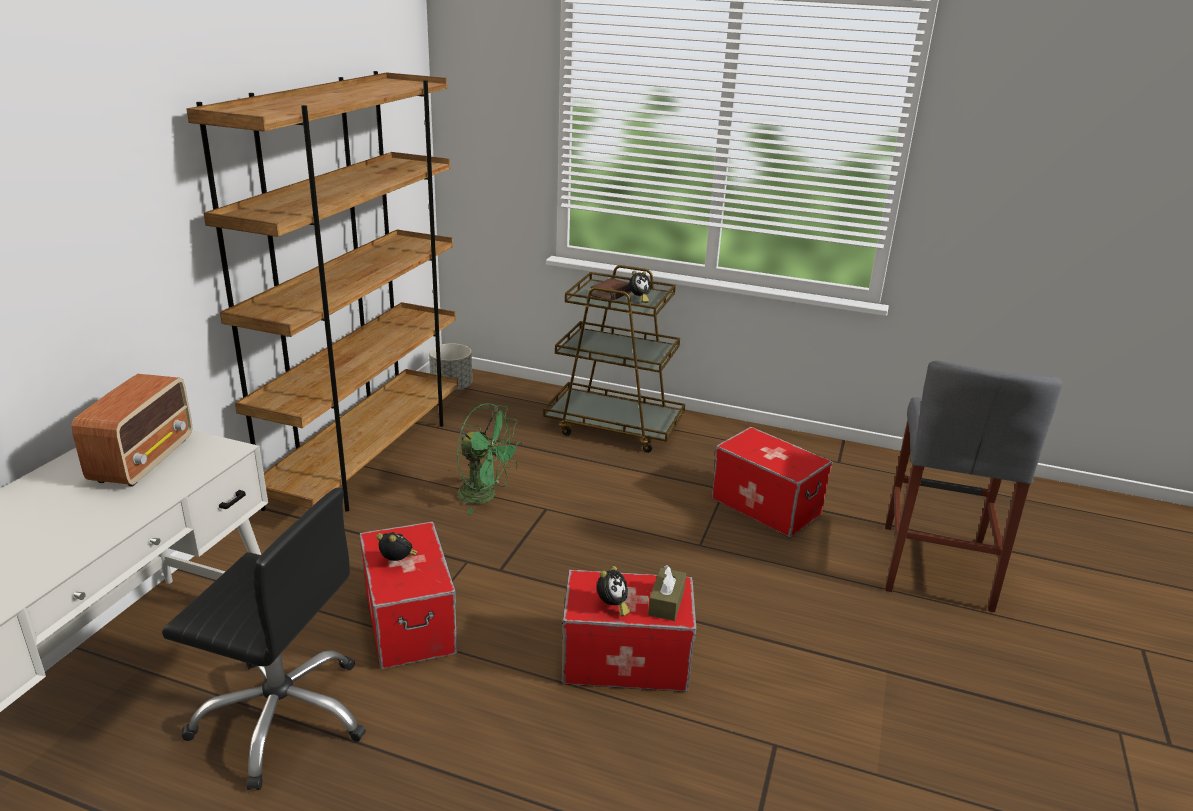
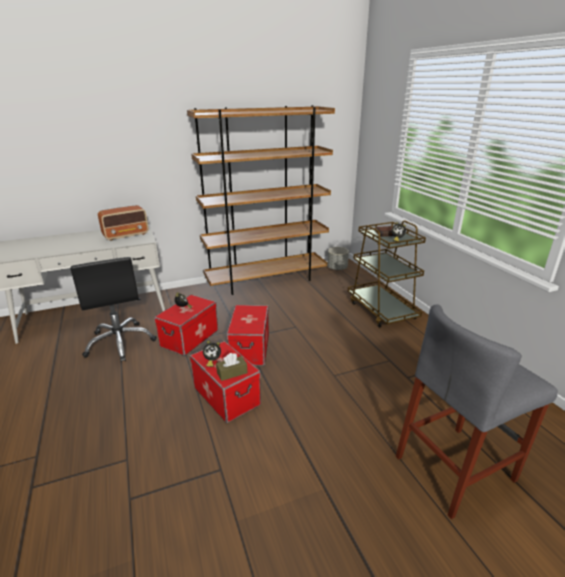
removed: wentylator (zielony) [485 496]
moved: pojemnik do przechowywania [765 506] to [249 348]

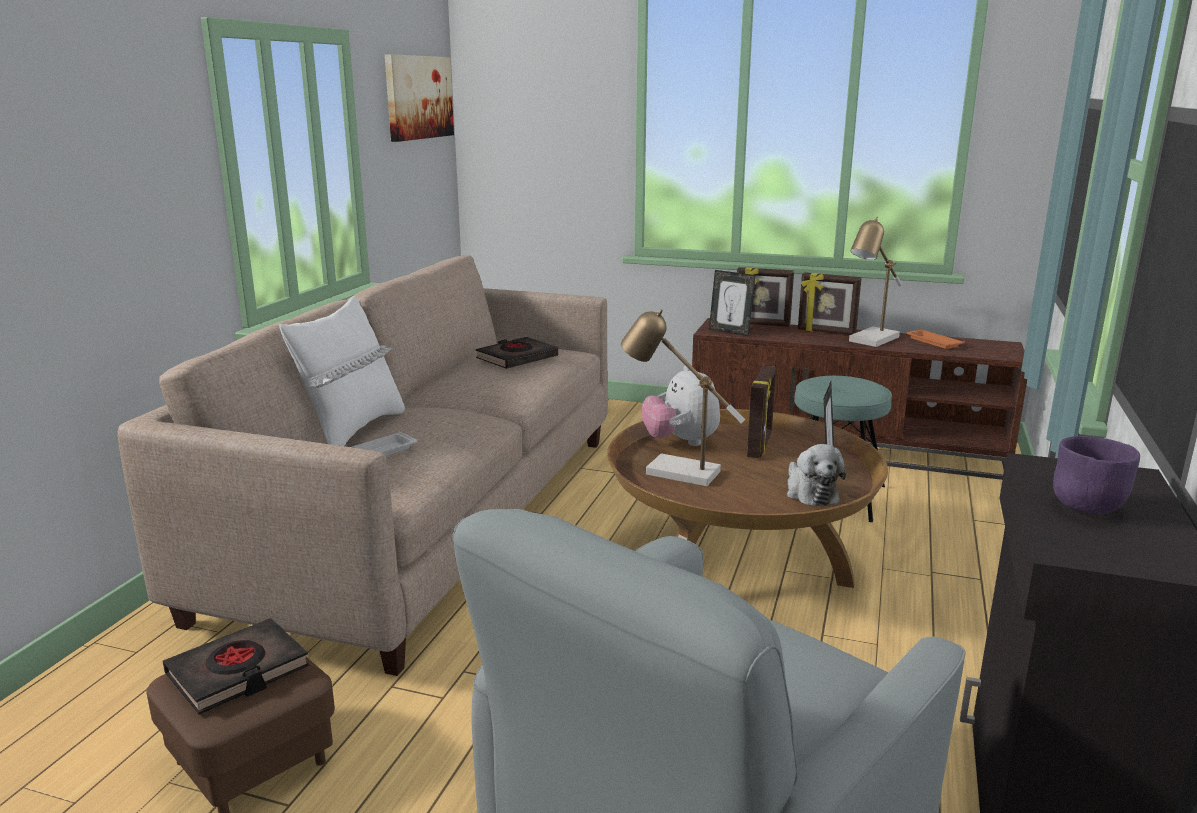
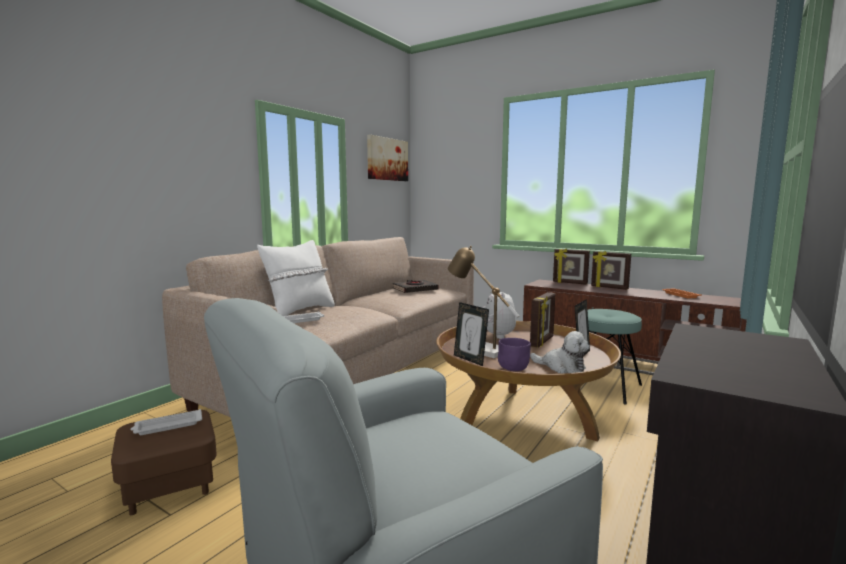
removed: lampa stołowa [871 341]
moved: ramka na zdjęcie [730 332] to [470 359]; miska (fioletowy) [1088 508] to [513 369]
replaced: książka (czarny) [238 672] to taca (biały) [167 426]
turned: pluszak [810 492] = [562 367] 60 degrees counterclockwise

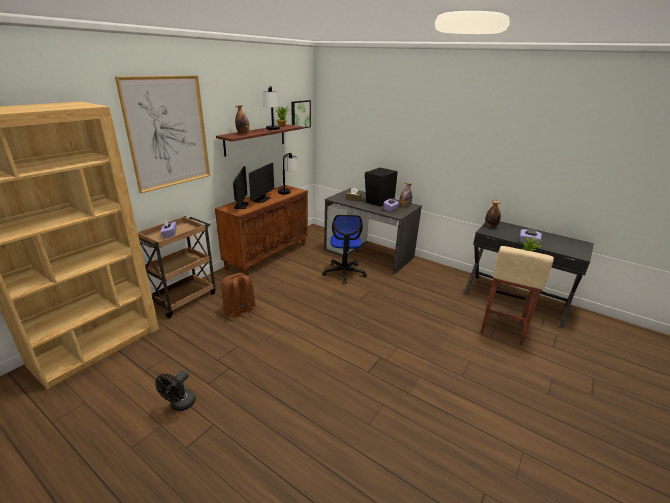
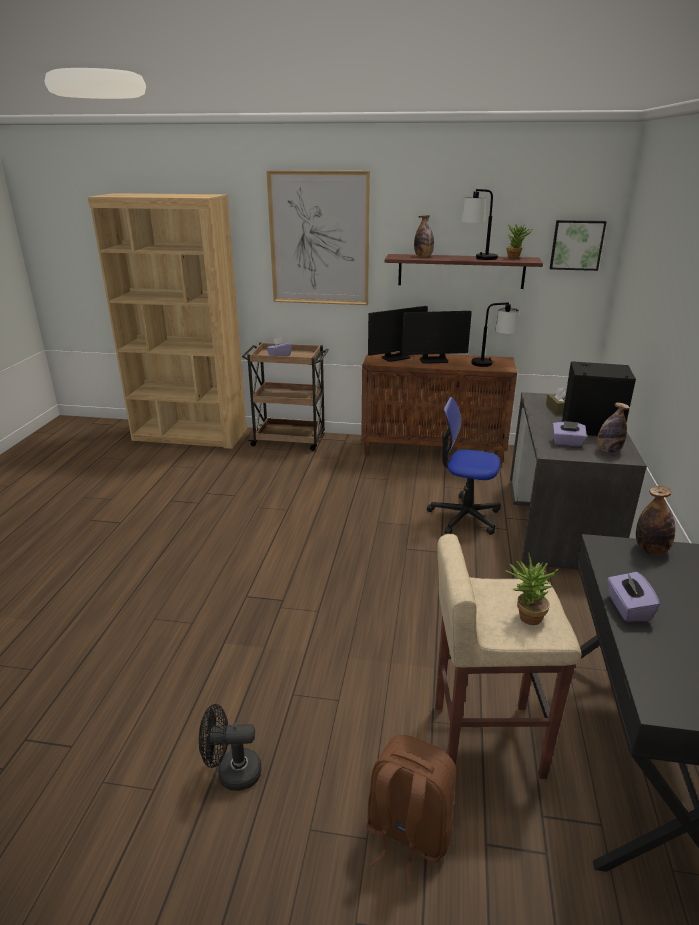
moved: wentylator (czarny) [180 405] to [232 773]; plecak (brązowy) [240 311] to [407 834]
turned: krzesło biurowe [344 273] = [464 516] 45 degrees clockwise

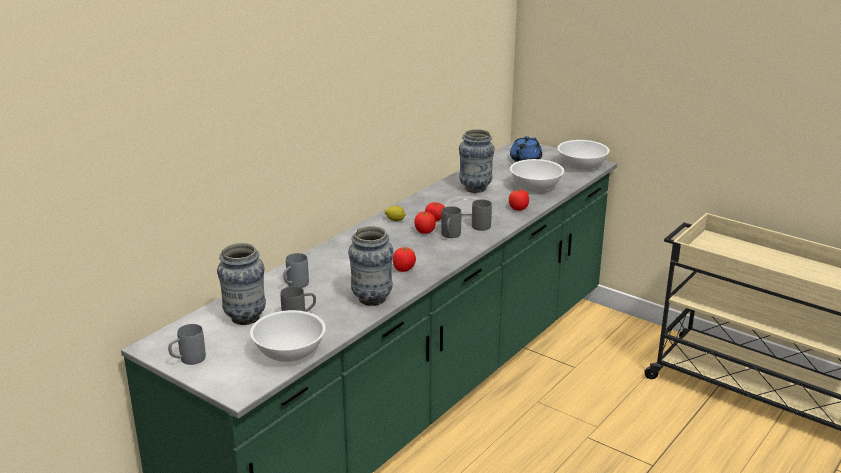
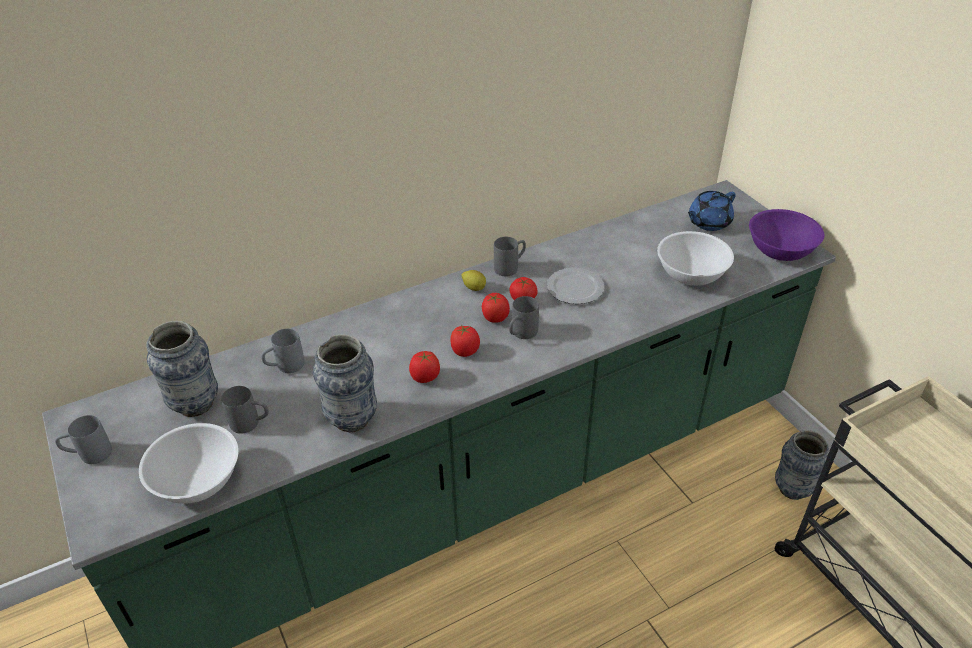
moved: wazon [475 188] to [792 489]; kubek (szary) [483 224] to [510 267]; pomidor [518 209] to [465 351]
recoloured: miska (biały) [582 166] to miska (fioletowy) [781 250]

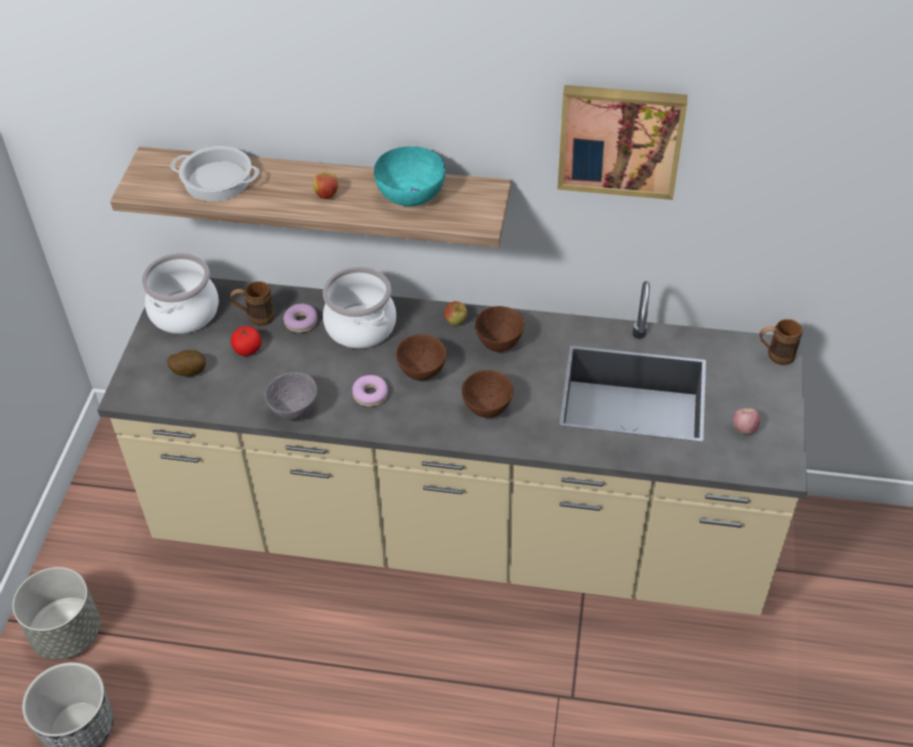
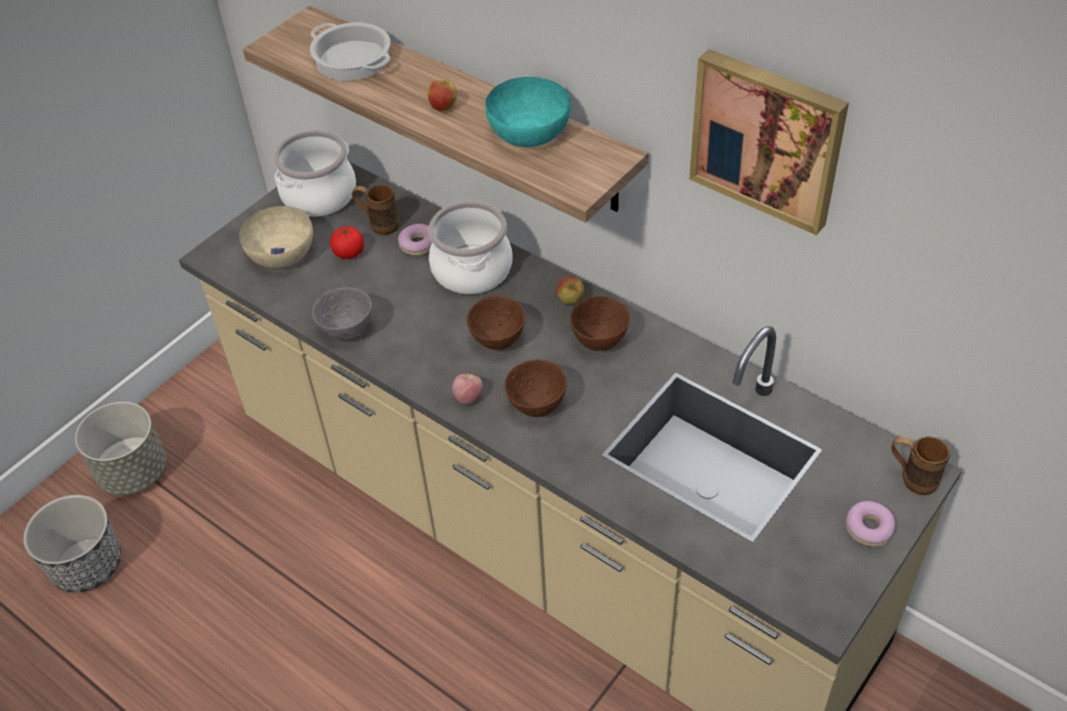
moved: donut [370 395] to [869 528]; jabłko [744 428] to [468 397]
replaced: ziemniak [189 371] to miska (beżowy) [282 254]

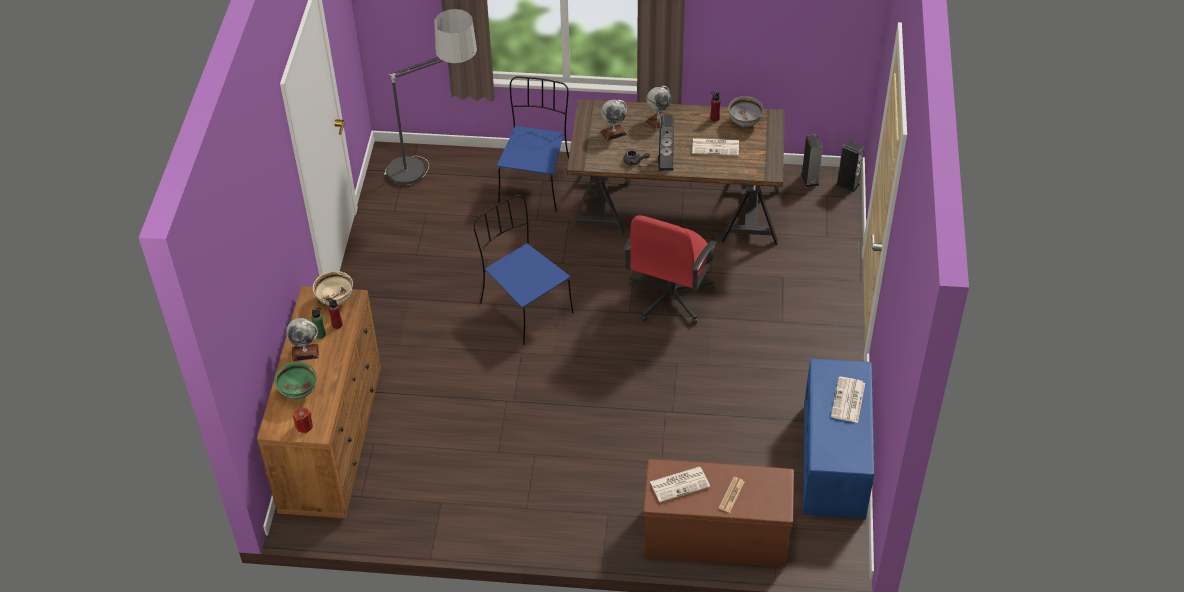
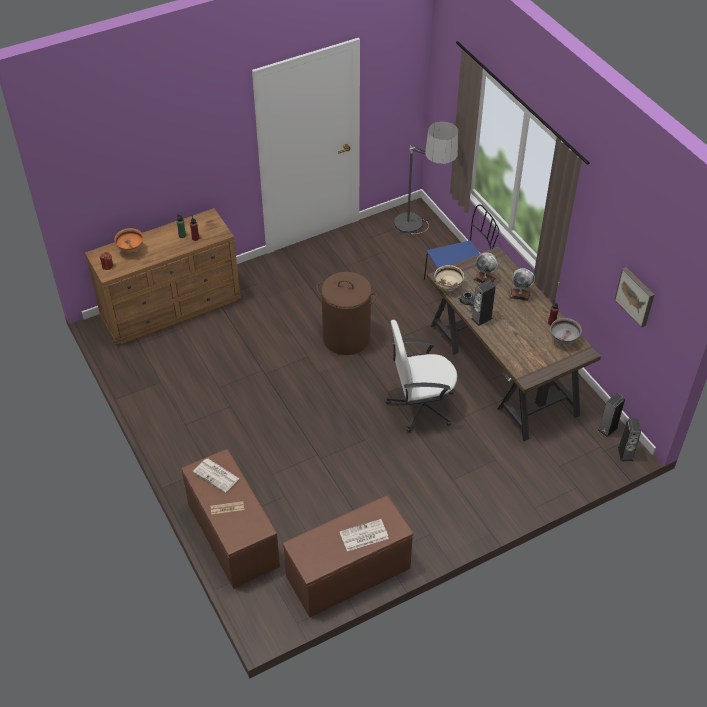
removed: globus [305 352]; gazeta [716 147]
added: obraz [636 296]
moved: miska (beżowy) [335 300] to [448 287]
replaced: krzesło (niebieski) [524 307] to kosz na pranie (brązowy) [346 338]
recoloured: miska (zielony) [298 392] to miska (pomarańczowy) [131 250]; krzesło biurowe (czerwony) [669 297] to krzesło biurowe (biały) [420 406]; ławka (niebieski) [835 461] to ławka (brązowy) [348 574]

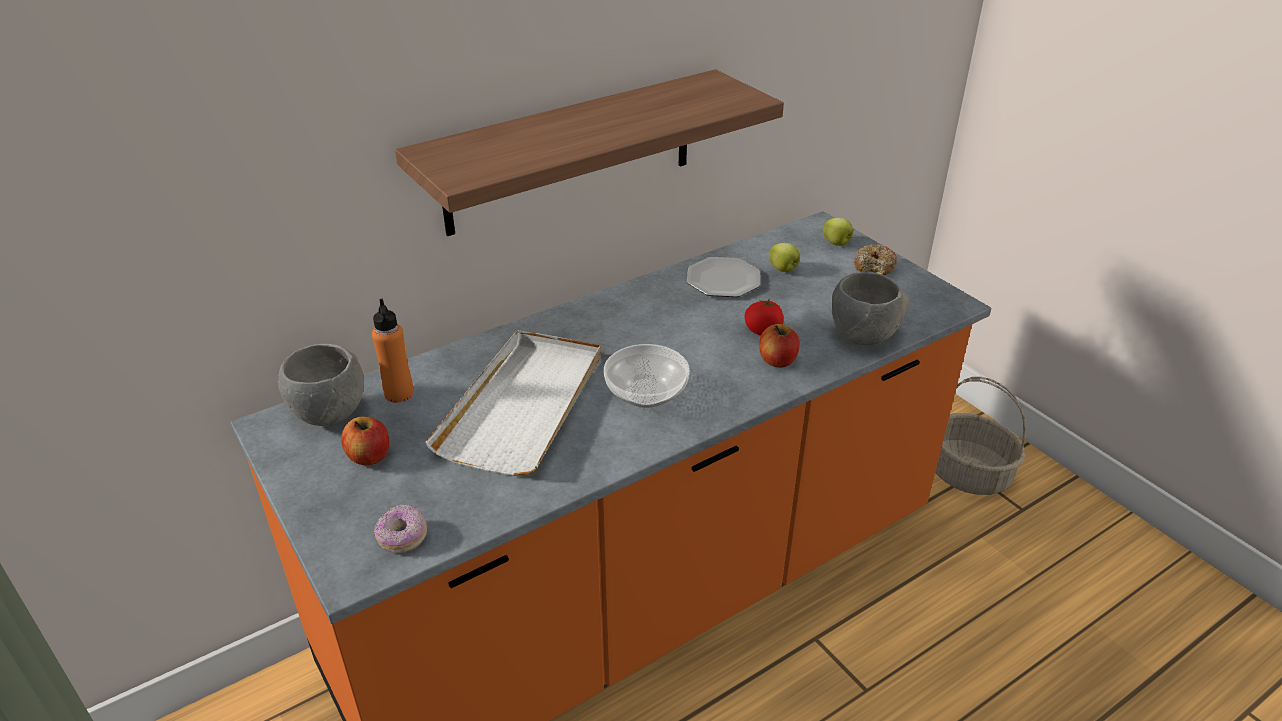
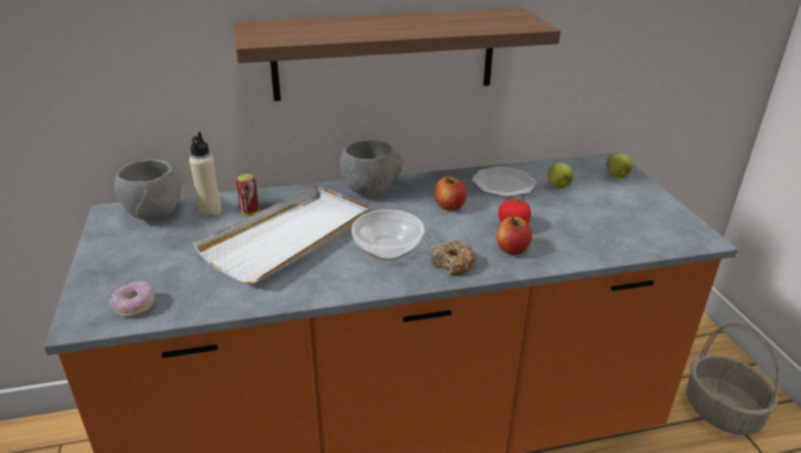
added: puszka [250 212]
moved: jabłko [369 456] to [449 206]; miska (szary) [864 337] to [370 191]; donut [874 266] to [453 264]
recoloured: butelka (pomarańczowy) [399 393] to butelka (beżowy) [210 211]

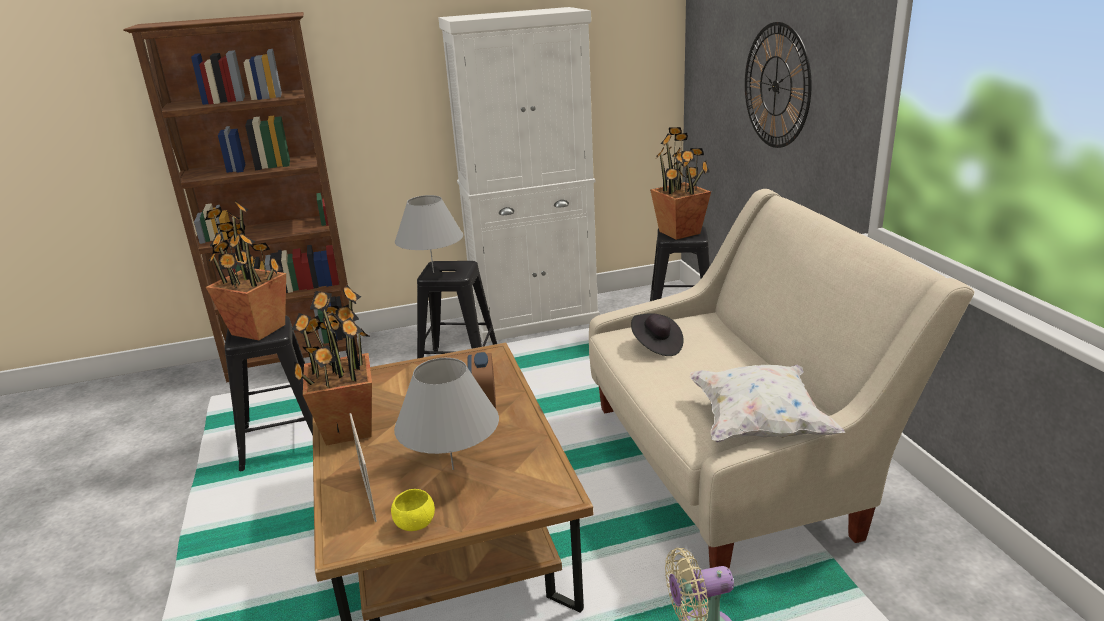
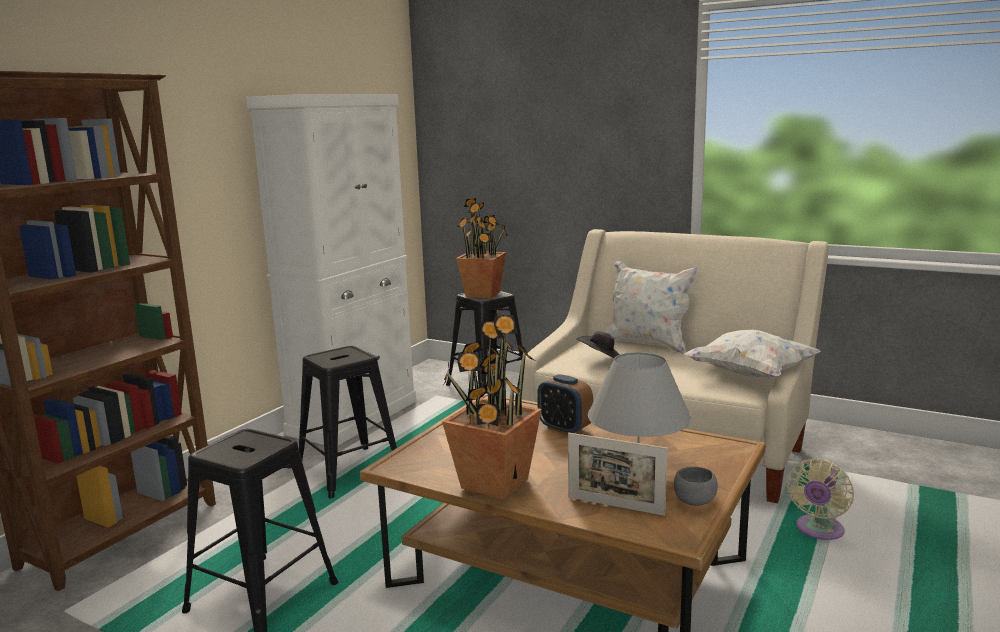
removed: roślina doniczkowa [258 330]; lampa stołowa (szary) [433 272]; zegar ścienny [776 86]
added: poduszka (biały) [647 343]
recoloured: miska (żółty) [415 524] to miska (szary) [694 501]

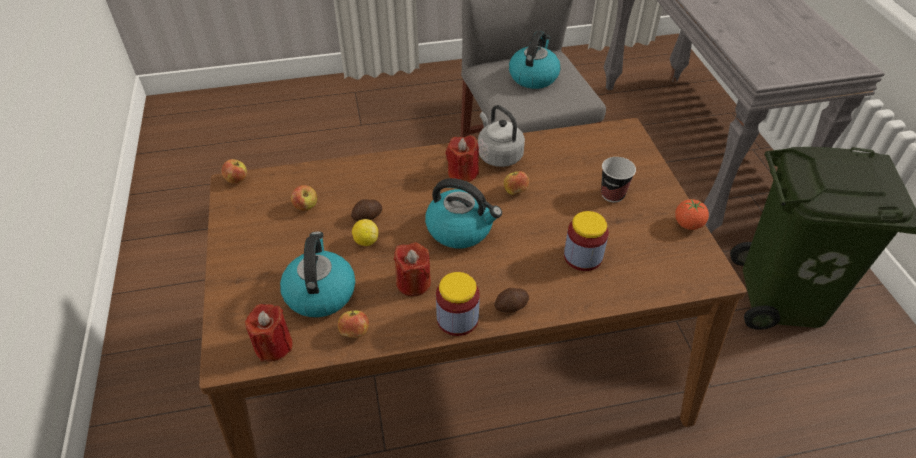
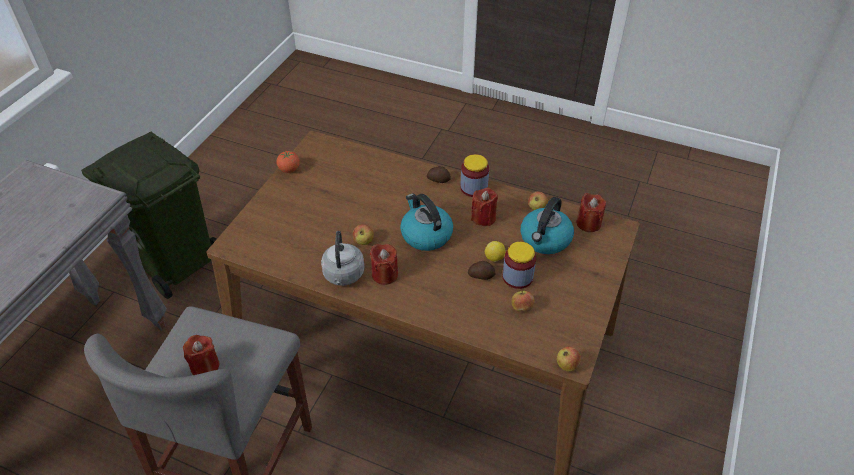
removed: filiżanka [612 194]
moved: słoik [583 256] to [517 277]
replaced: czajnik [533 76] to świeca (czerwony) [205 366]

